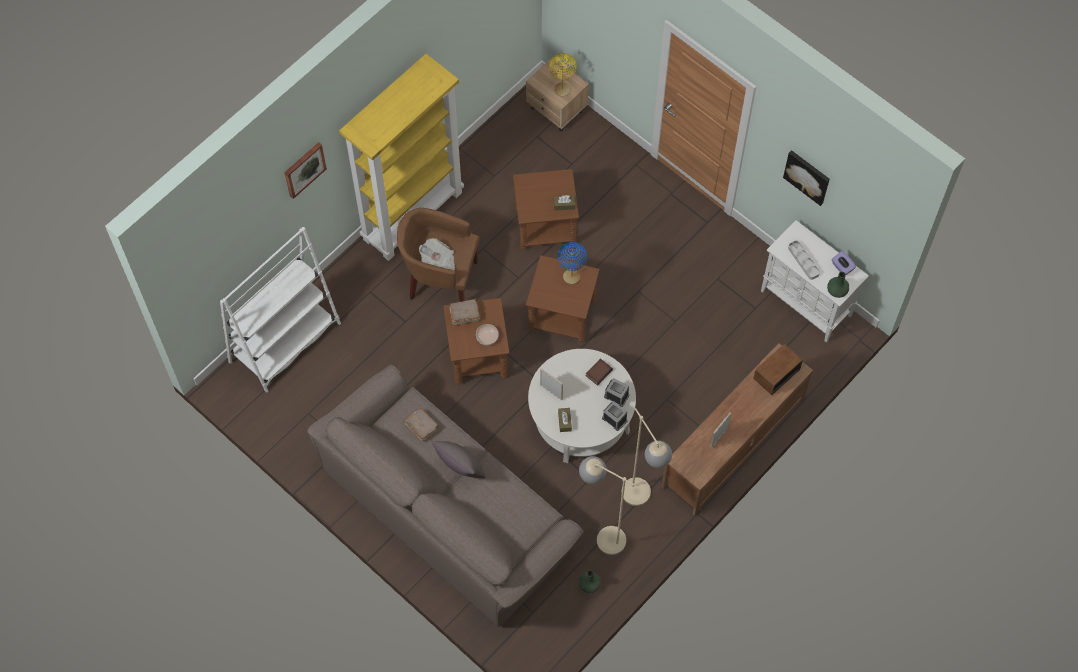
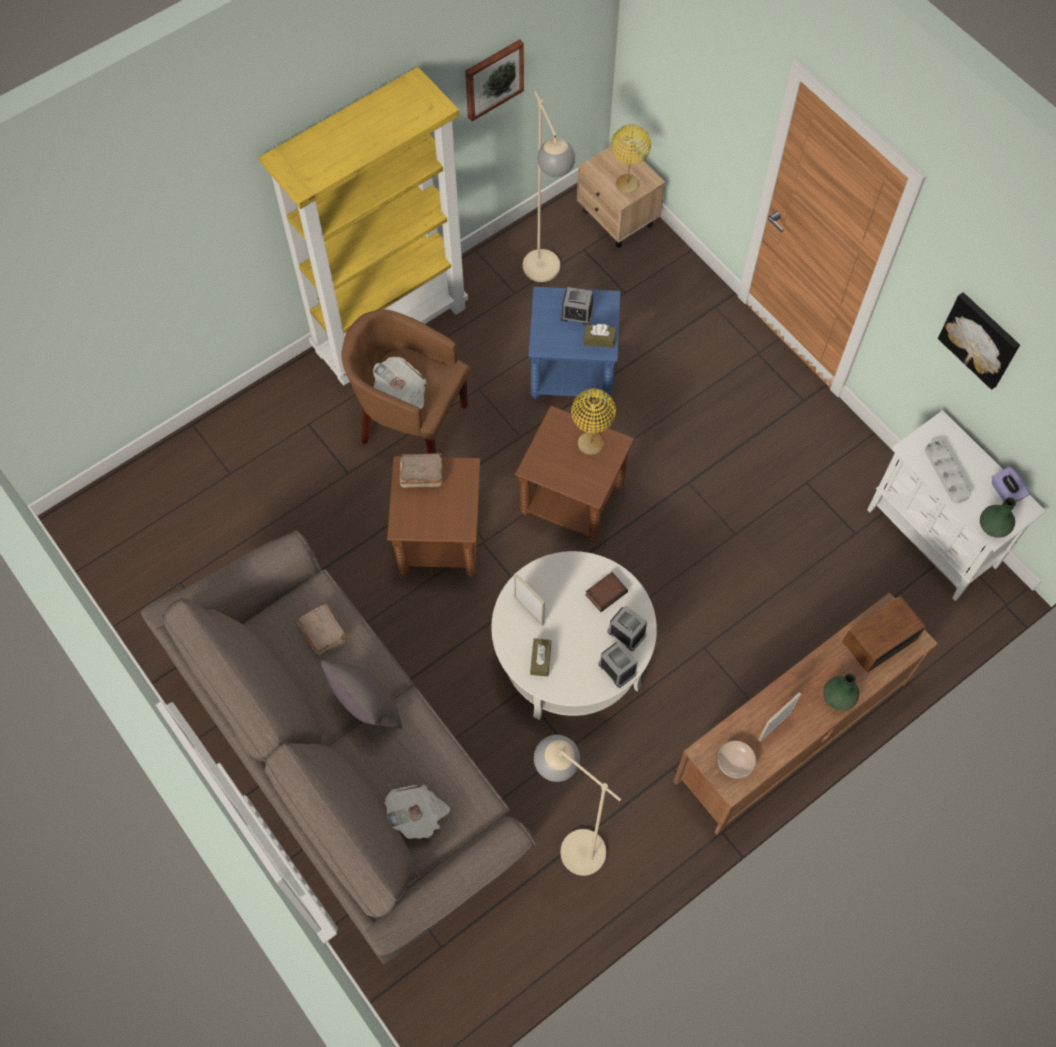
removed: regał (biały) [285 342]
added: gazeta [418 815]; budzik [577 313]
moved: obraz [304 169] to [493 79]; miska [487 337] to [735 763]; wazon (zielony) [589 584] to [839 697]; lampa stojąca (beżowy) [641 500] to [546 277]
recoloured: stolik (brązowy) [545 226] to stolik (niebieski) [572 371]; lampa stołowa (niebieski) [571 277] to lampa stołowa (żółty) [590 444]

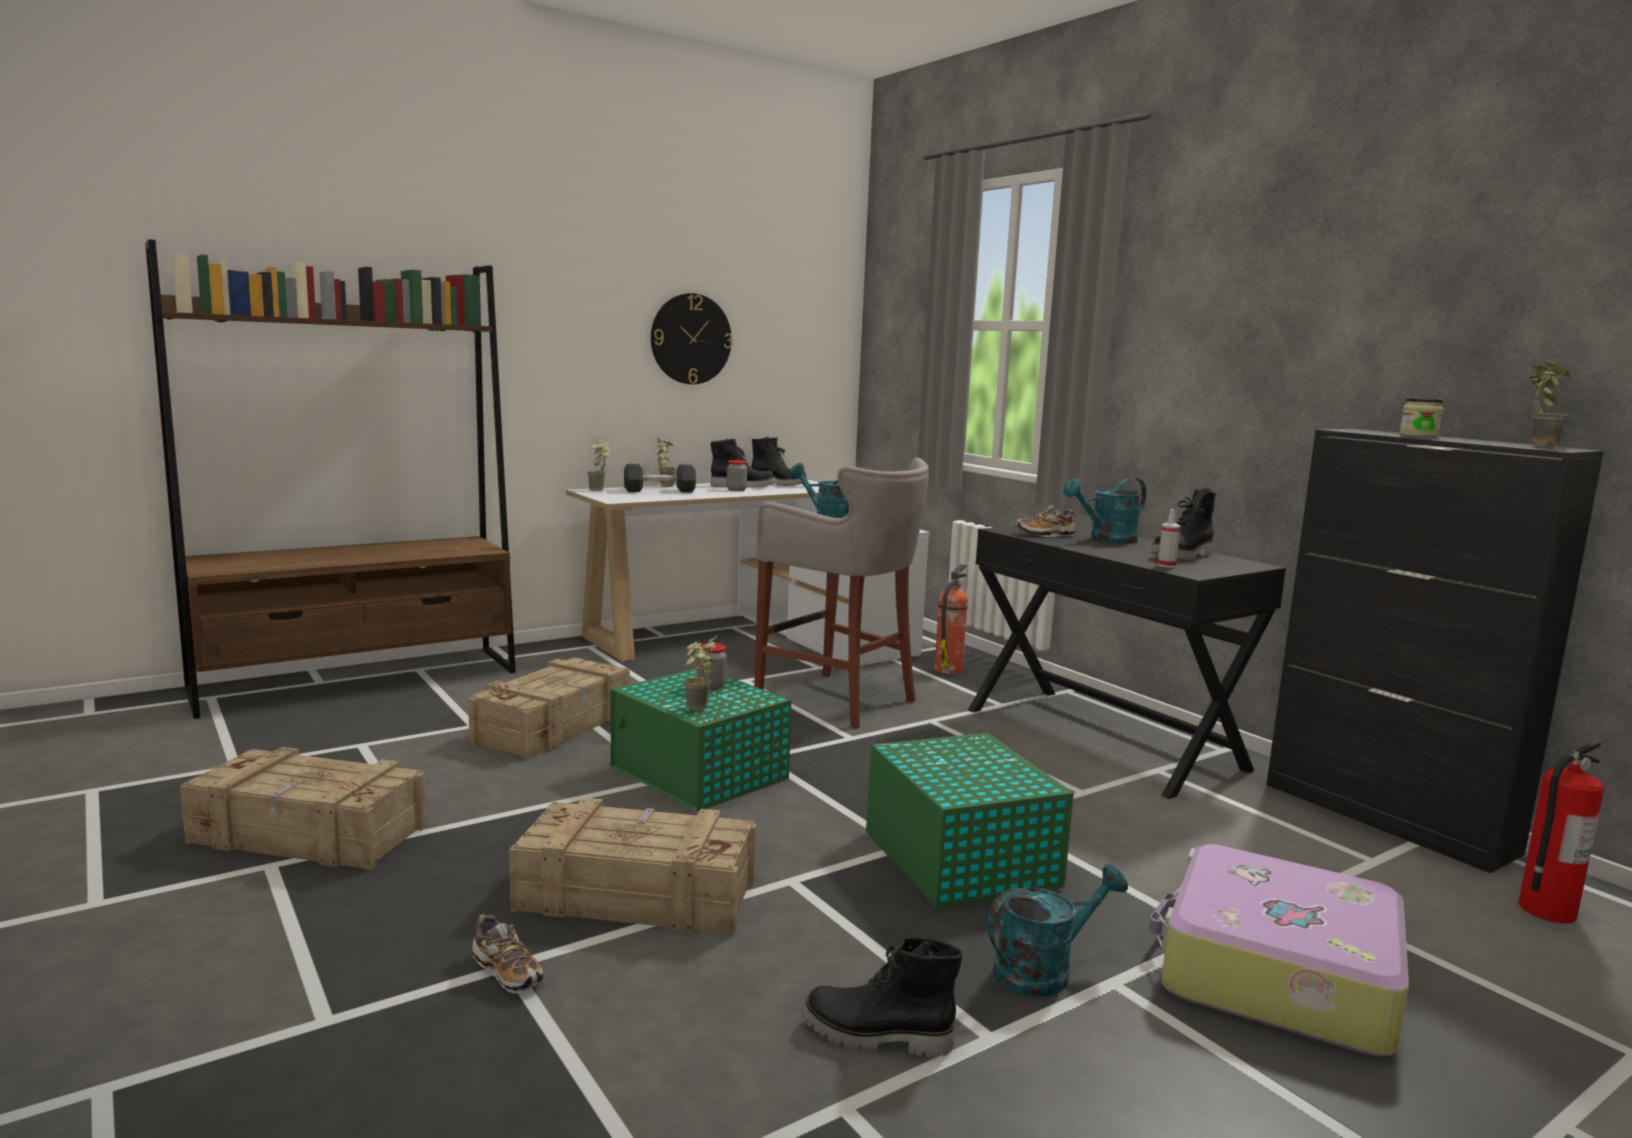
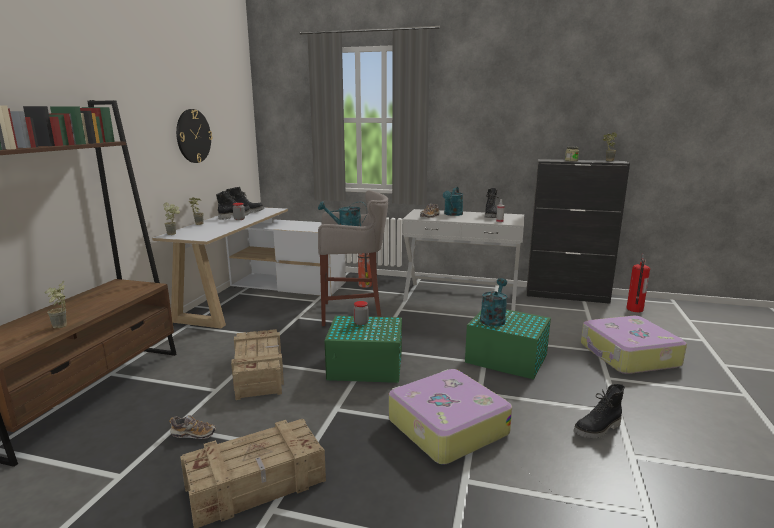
removed: hantel (szary) [659 491]
moved: but [507 972] to [193 434]; roślina doniczkowa [698 710] to [62 327]; konewka (turkusowy) [1043 971] to [493 318]
replaced: skrzynka [636 894] to walizka [446 426]
recoloured: stolik konsolowy (czarny) [1102 738] to stolik konsolowy (biały) [461 296]

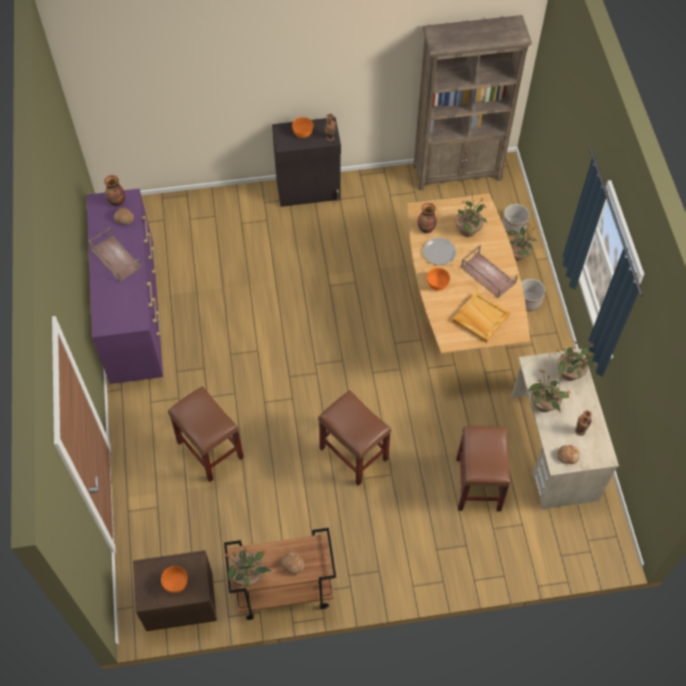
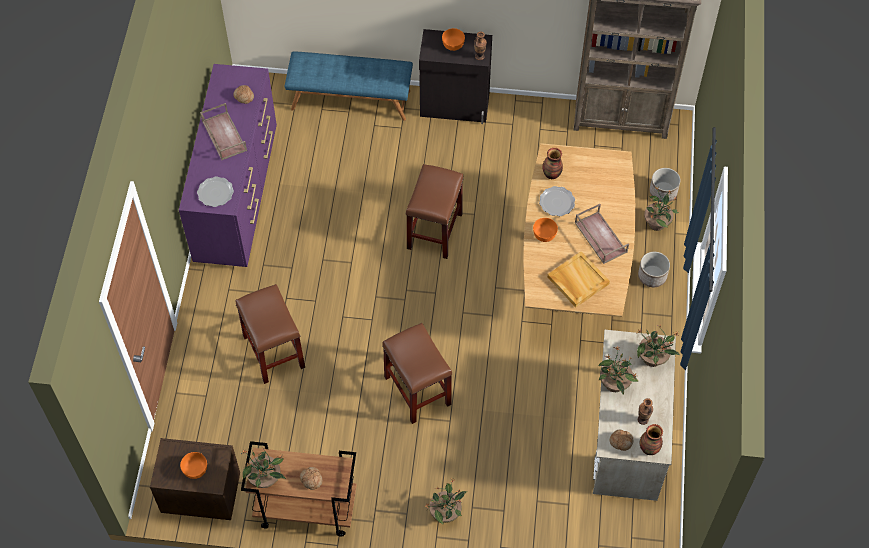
added: talerz [216 193]; ławka (niebieski) [351 99]
moved: wazon [117 202] to [649 448]; roślina doniczkowa [468 230] to [446 513]; stołek (brązowy) [477 483] to [434 230]

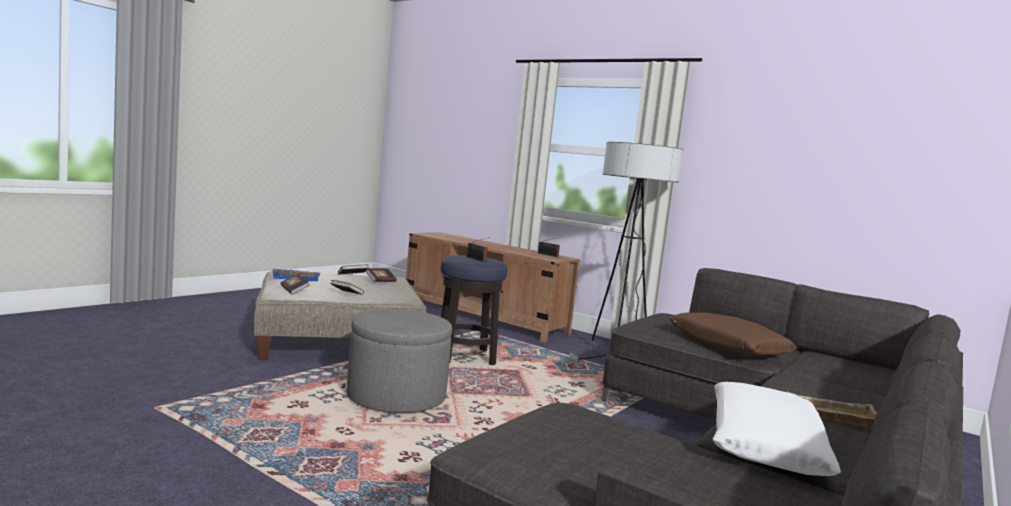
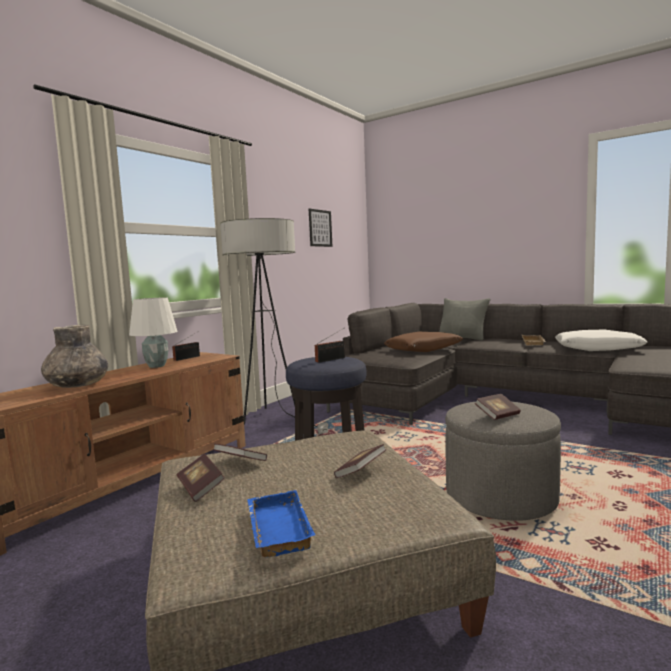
added: wazon (szary) [77 386]; lampa stołowa (biały) [157 366]; obraz [320 228]; poduszka (szary) [463 338]
moved: książka [294 291] to [498 416]

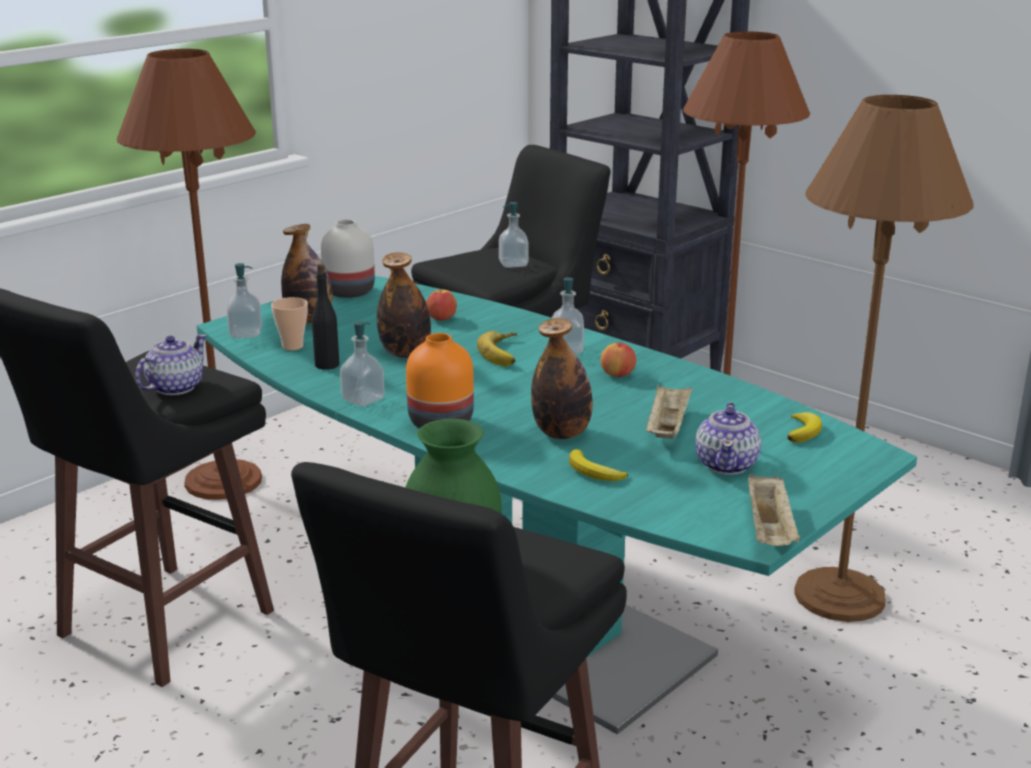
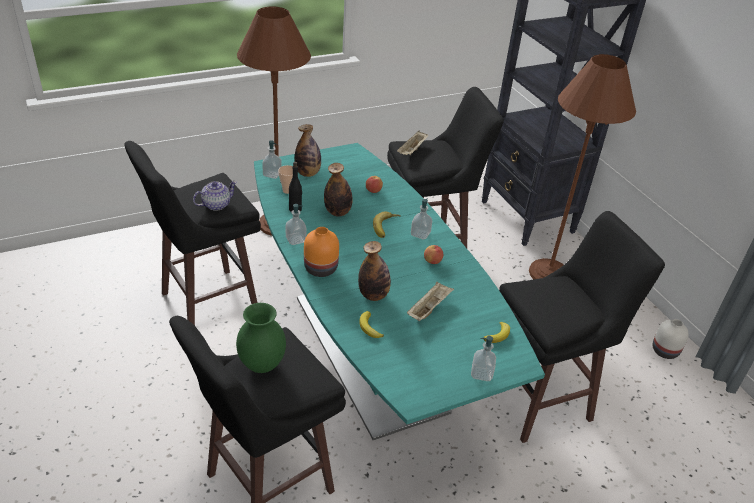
removed: imbryk [727 464]
moved: wazon (biały) [350 292] to [665 351]; dozownik mydła [513 264] to [481 373]; taca (beżowy) [770 531] to [412 151]
replaced: lampa stojąca (brązowy) [839 596] to stołek (czarny) [540 400]

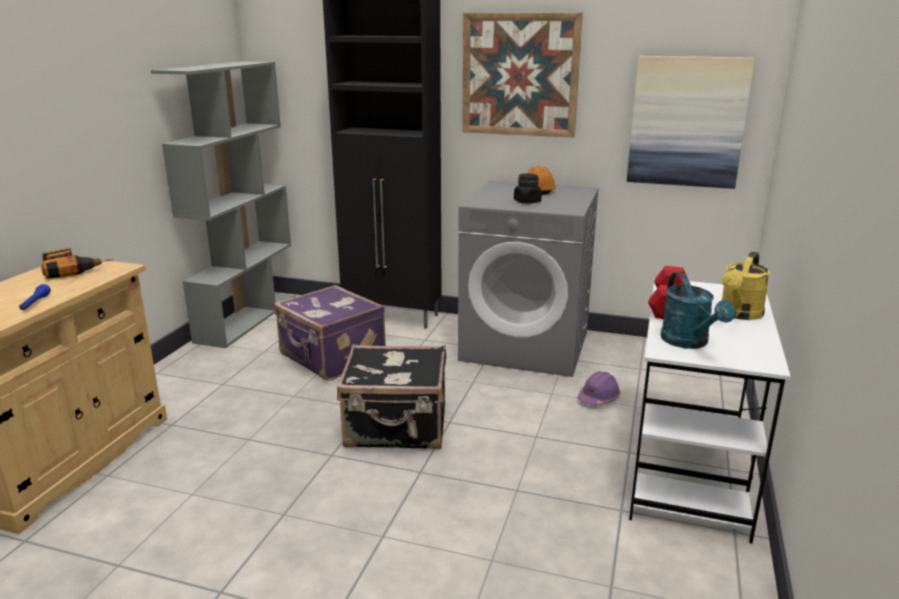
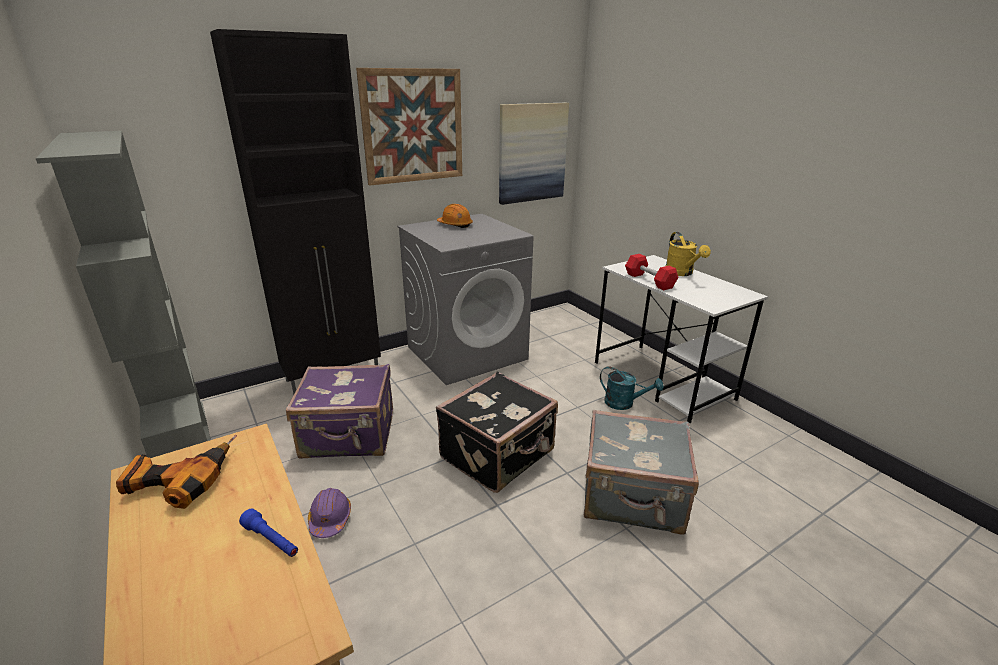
removed: słoik (czarny) [527 201]
added: walizka (szary) [633 498]
moved: kask (fioletowy) [598 398] to [330 519]; konewka (turkusowy) [689 342] to [624 403]

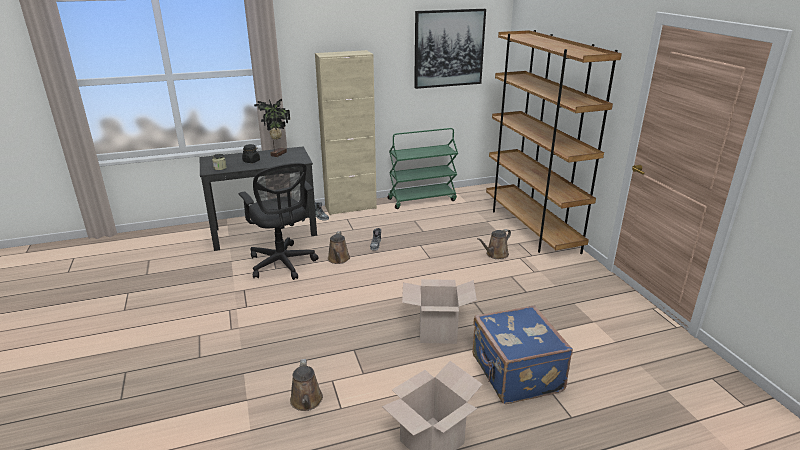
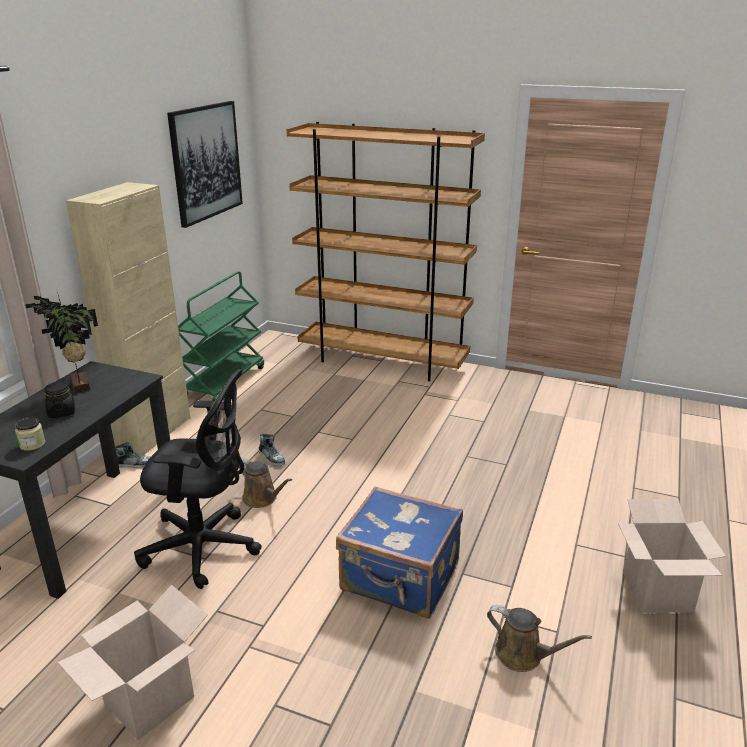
removed: konewka (brązowy) [495 254]
moved: karton [437 332] to [149 700]; walizka (niebieski) [515 374] to [400 579]

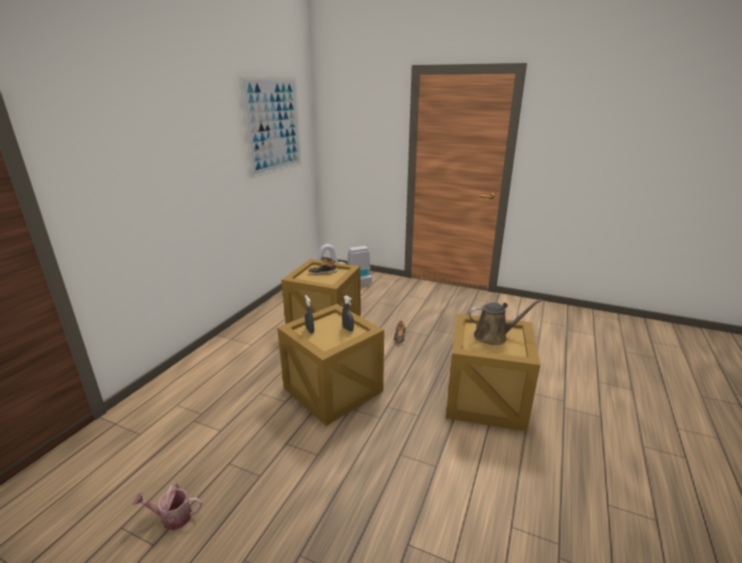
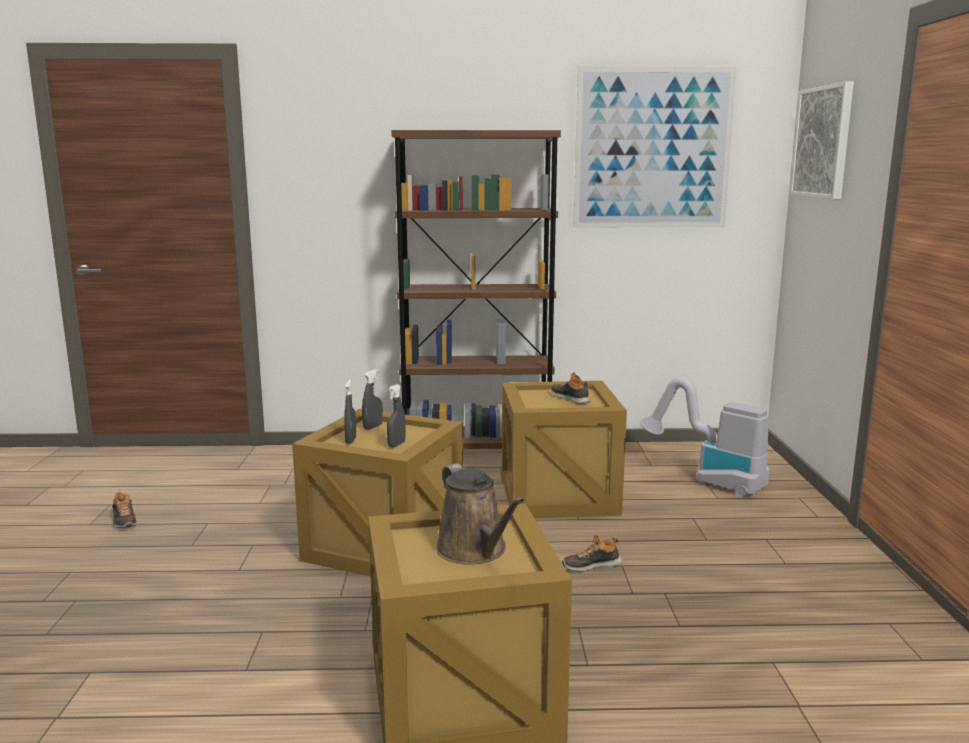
added: spryskiwacz (szary) [351 440]; regał (brązowy) [476 455]; obraz [823 142]
replaced: konewka [172 517] to but [124 521]

